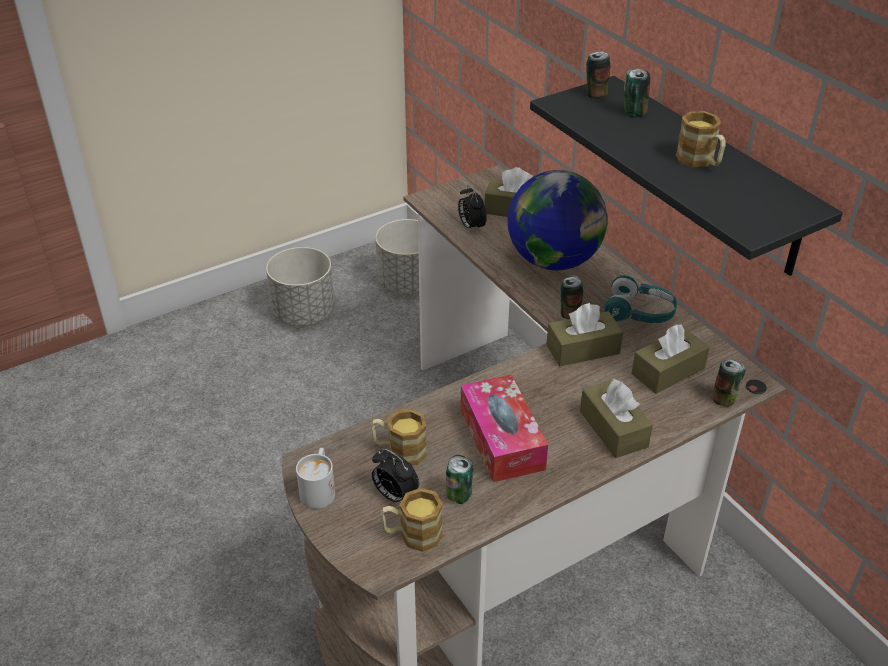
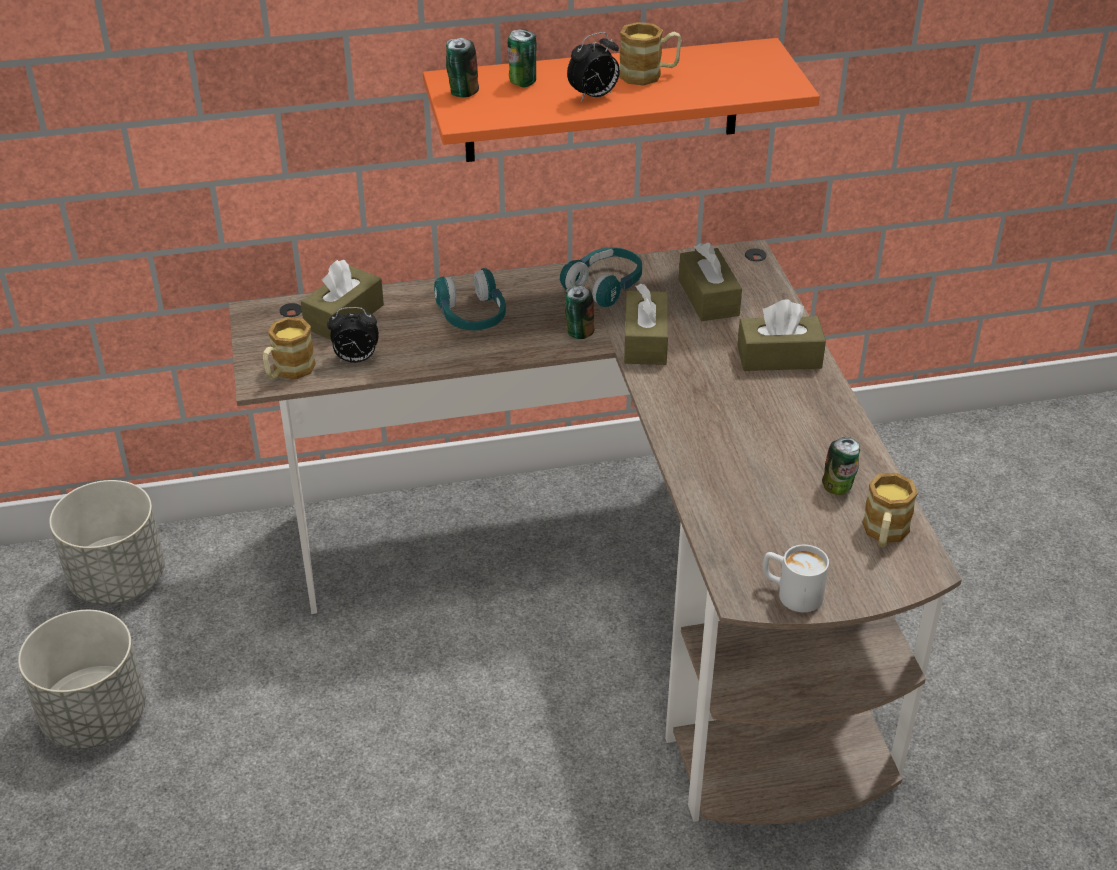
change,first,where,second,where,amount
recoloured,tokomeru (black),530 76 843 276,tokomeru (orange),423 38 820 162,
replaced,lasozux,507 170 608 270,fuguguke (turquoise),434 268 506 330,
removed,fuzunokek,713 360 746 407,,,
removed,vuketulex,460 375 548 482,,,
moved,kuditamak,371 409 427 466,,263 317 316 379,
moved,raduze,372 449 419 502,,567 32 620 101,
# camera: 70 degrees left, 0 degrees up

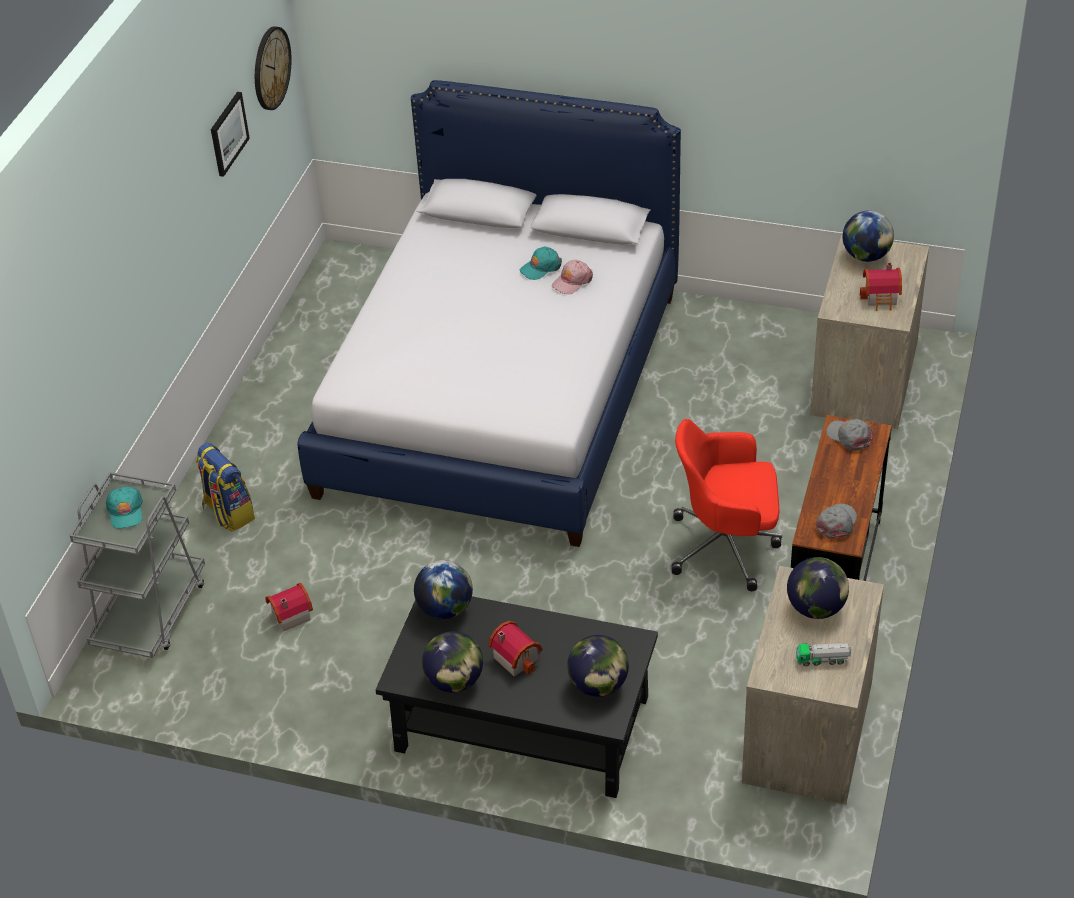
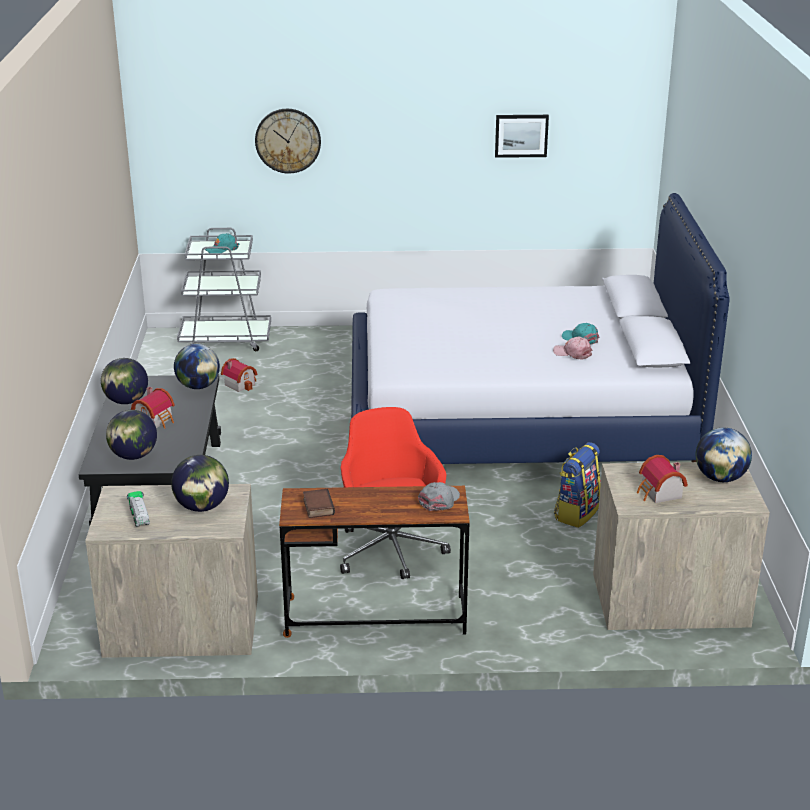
change,first,where,second,where,amount
moved,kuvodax,255 26 292 110,,255 109 321 174,
moved,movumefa,196 443 255 532,,554 442 601 528,
replaced,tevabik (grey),816 504 857 539,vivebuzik,303 489 335 518,
# camera: 70 degrees right, 15 degrees down

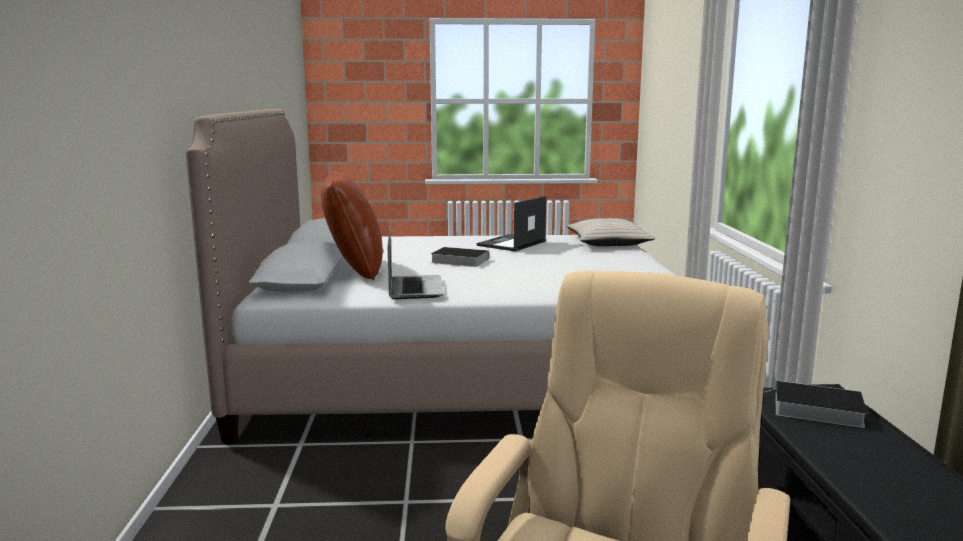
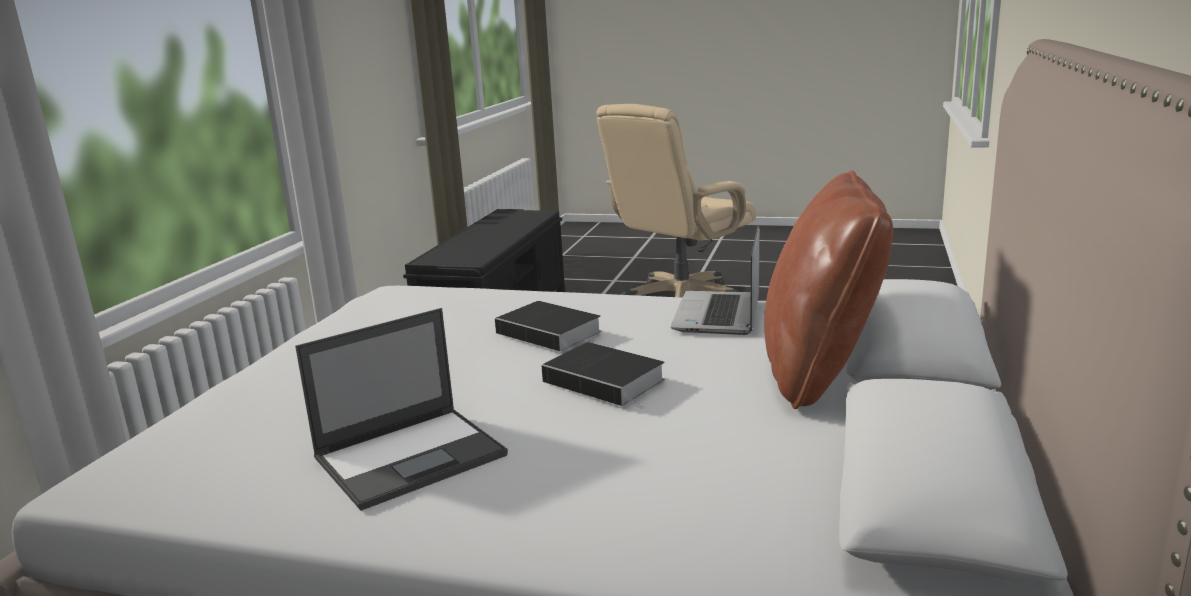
change,first,where,second,where,amount
removed,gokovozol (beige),567 218 655 246,,,
moved,vivebuzik,764 381 867 428,,495 301 602 351,
# camera: 160 degrees left, 5 degrees up

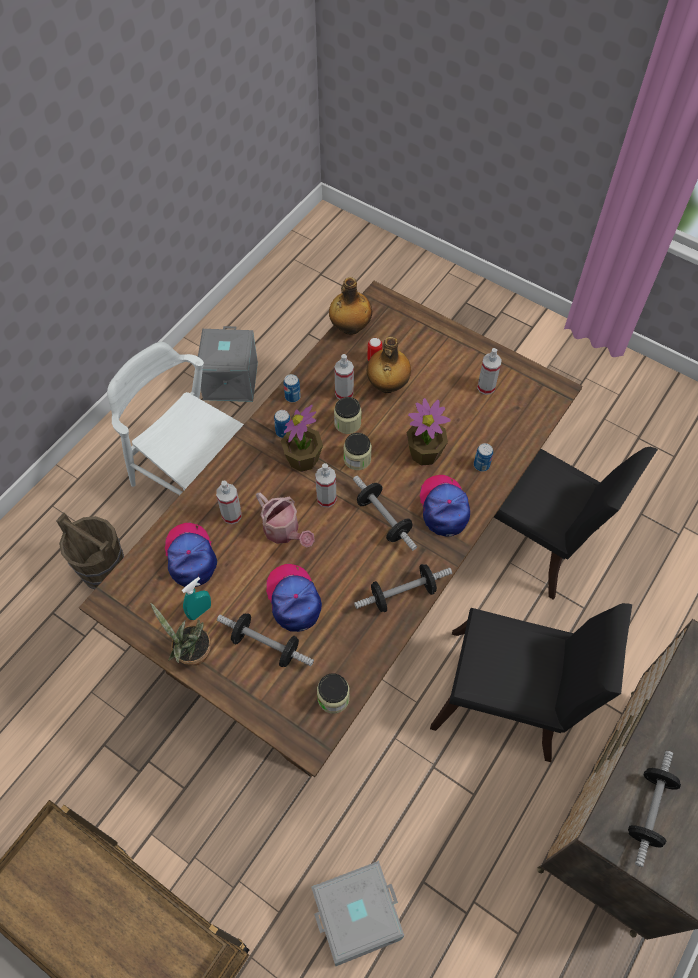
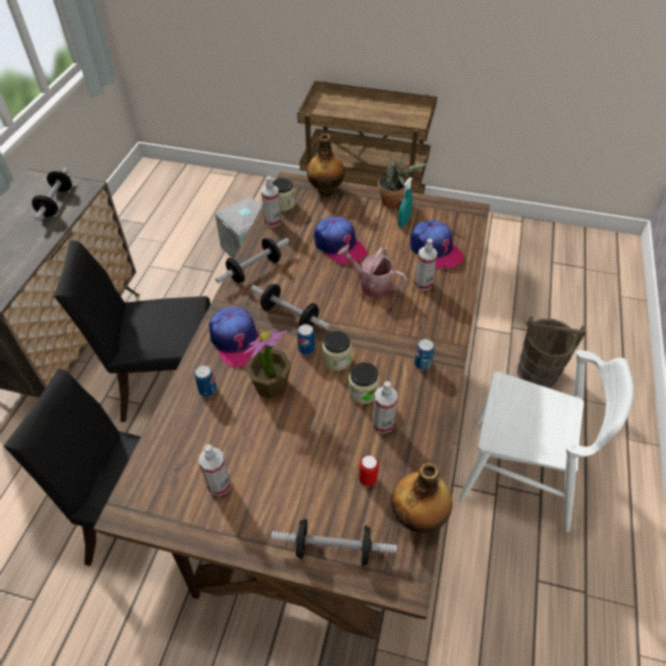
change,first,where,second,where,amount
removed,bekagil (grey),198 326 258 402,,,
moved,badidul,367 337 411 393,,307 134 345 196,
moved,fuzunokek,284 374 301 402,,297 324 315 355,
removed,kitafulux,281 405 323 472,,,
moved,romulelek,315 463 337 507,,261 176 281 227,
moved,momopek,217 614 314 667,,271 519 397 566,
# camera: 160 degrees right, 10 degrees down

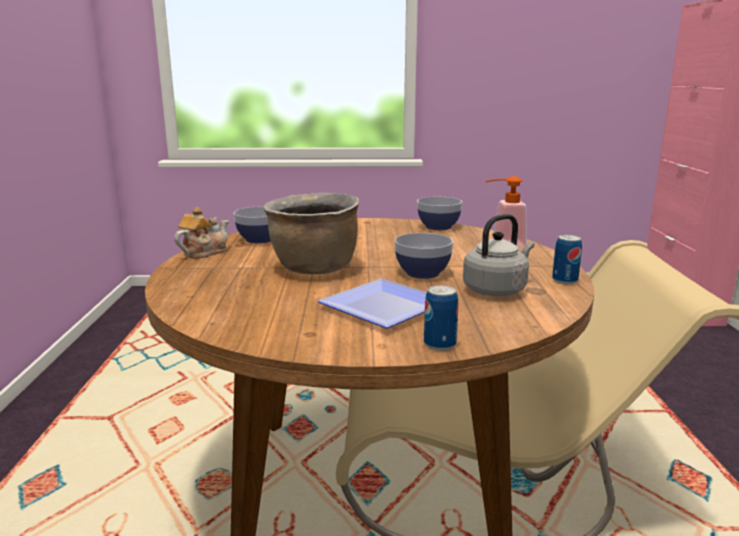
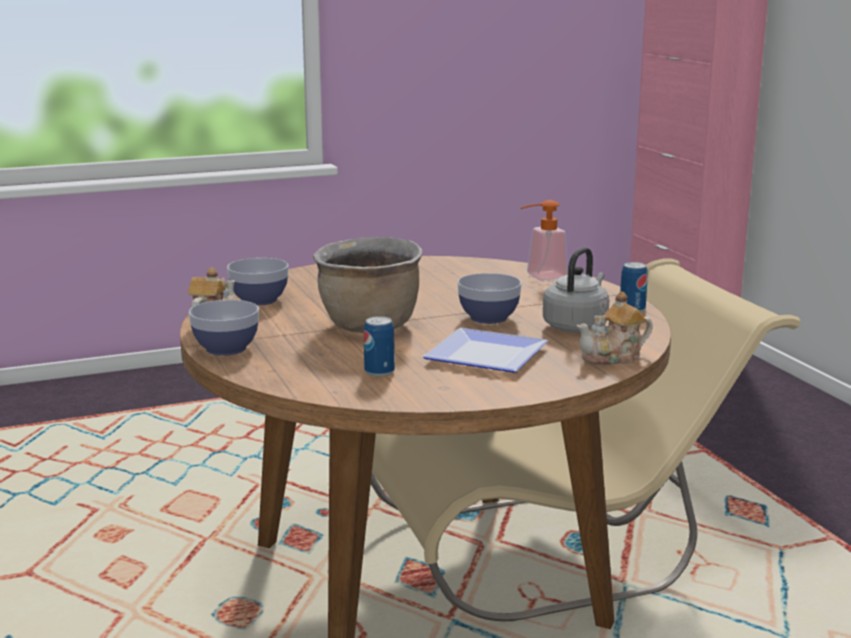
change,first,where,second,where,amount
moved,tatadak,417 197 462 230,,189 300 259 356,
moved,fuzunokek,424 285 458 351,,364 316 395 377,
added,,,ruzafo,577 291 653 365,
# camera: 20 degrees left, 0 degrees up

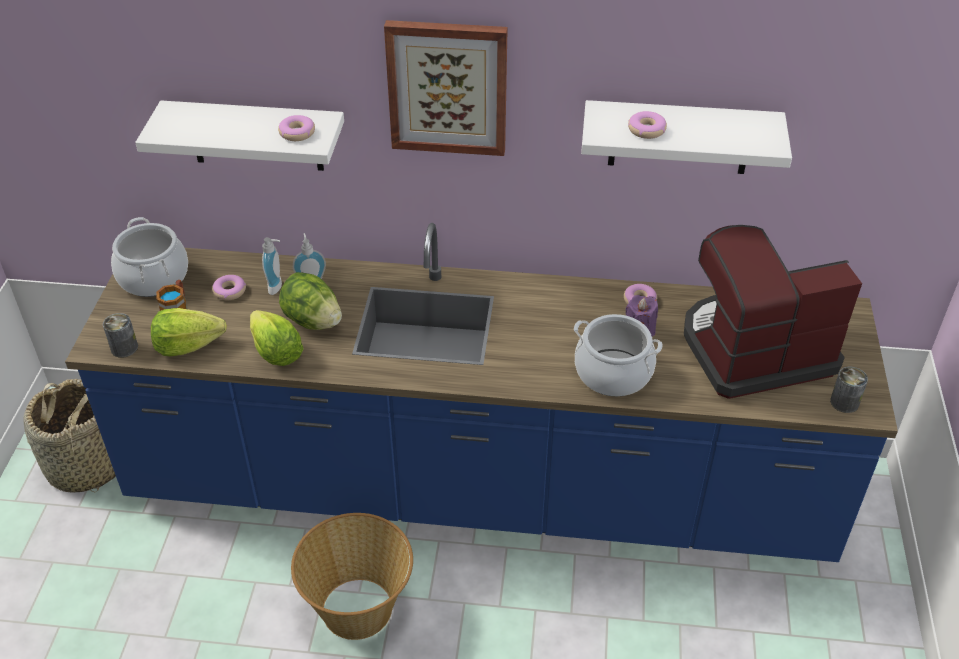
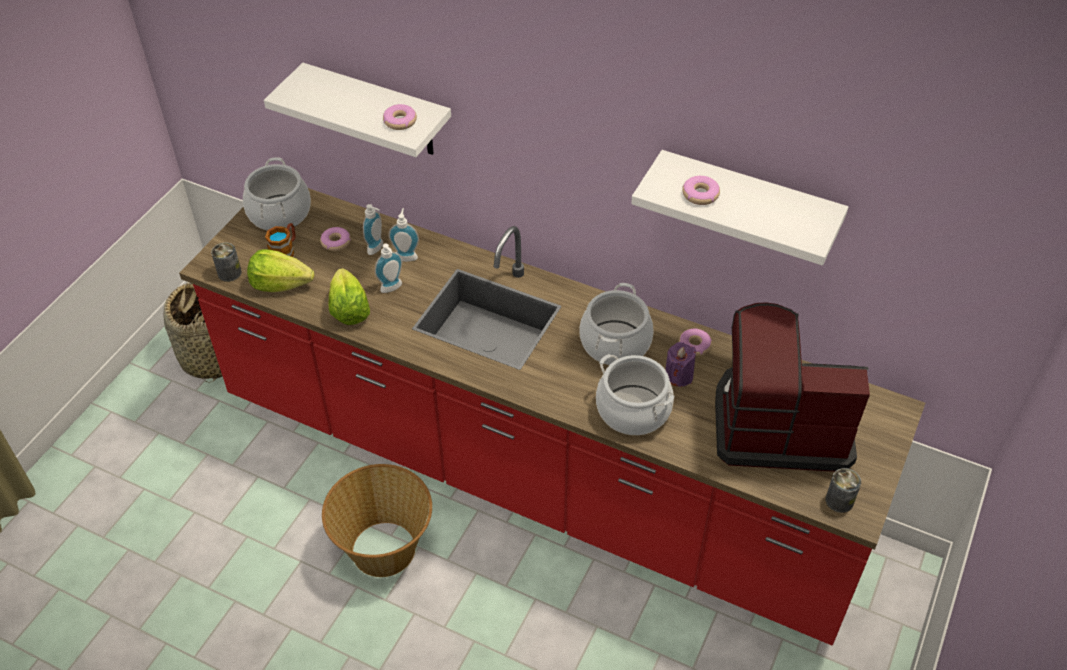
change,first,where,second,where,amount
removed,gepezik,384 20 508 156,,,
recoloured,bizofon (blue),65 223 898 562,bizofon (red),179 188 925 645,
replaced,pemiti,279 272 342 330,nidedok,375 244 402 293,
added,,,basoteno,579 283 654 365,
# camera: 20 degrees right, 5 degrees up

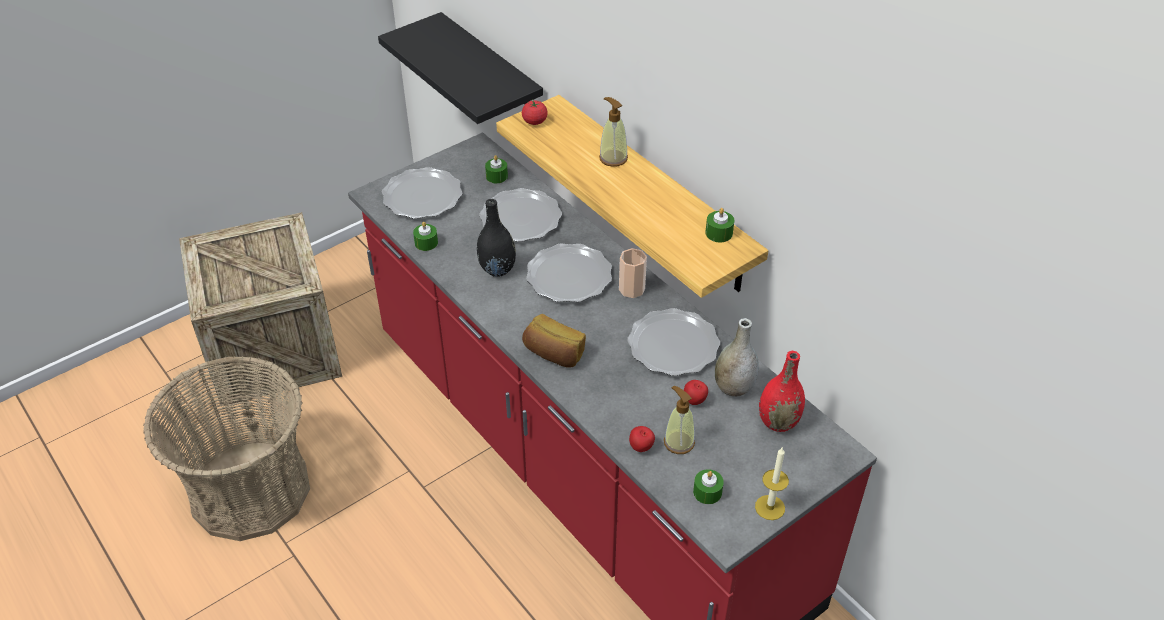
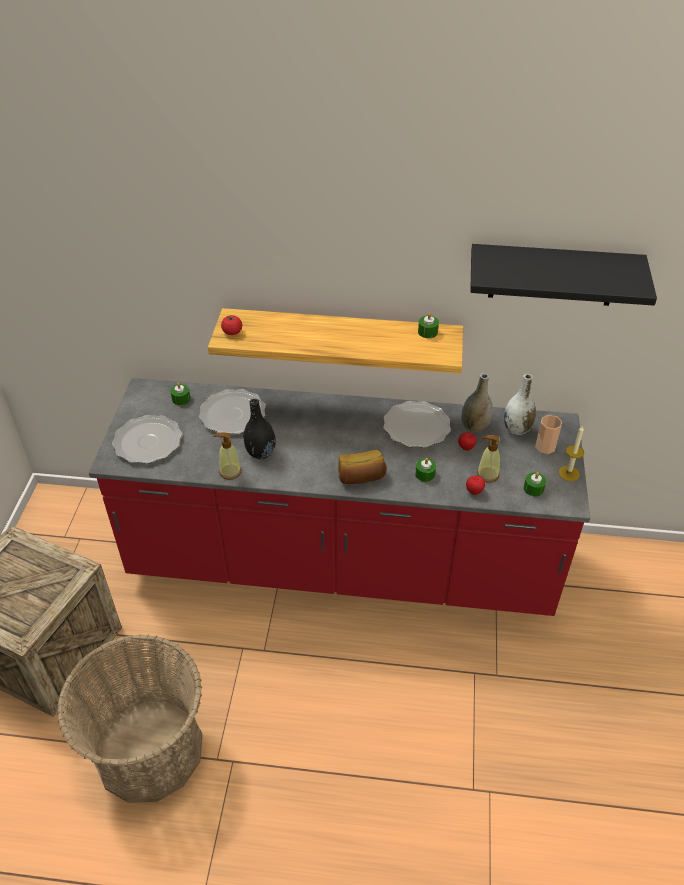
change,first,where,second,where,amount
moved,tokomeru (black),378 12 543 124,,470 244 657 306,
moved,nidedok,599 97 628 167,,213 433 241 480,
moved,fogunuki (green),413 222 438 251,,415 458 436 482,
removed,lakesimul,526 244 612 302,,,
moved,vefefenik,619 248 647 298,,535 415 562 454,
recoloured,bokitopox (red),759 351 805 432,bokitopox (white),504 374 536 435,
# camera: 45 degrees left, 0 degrees up

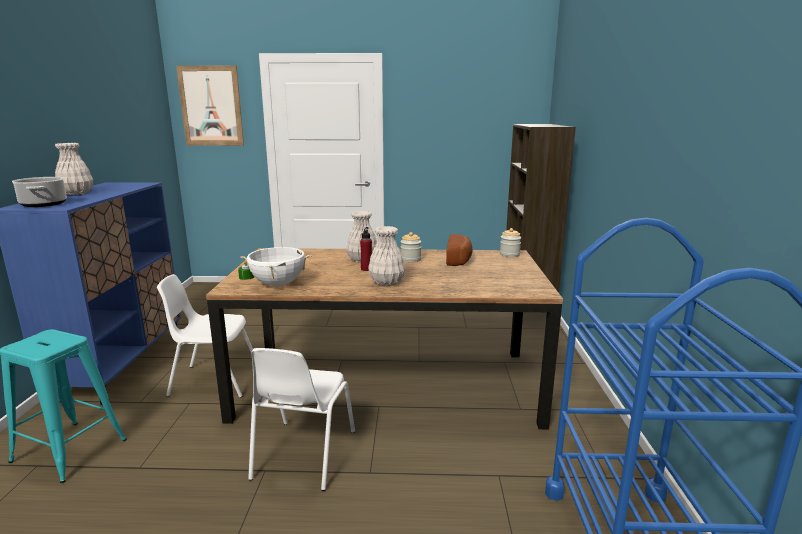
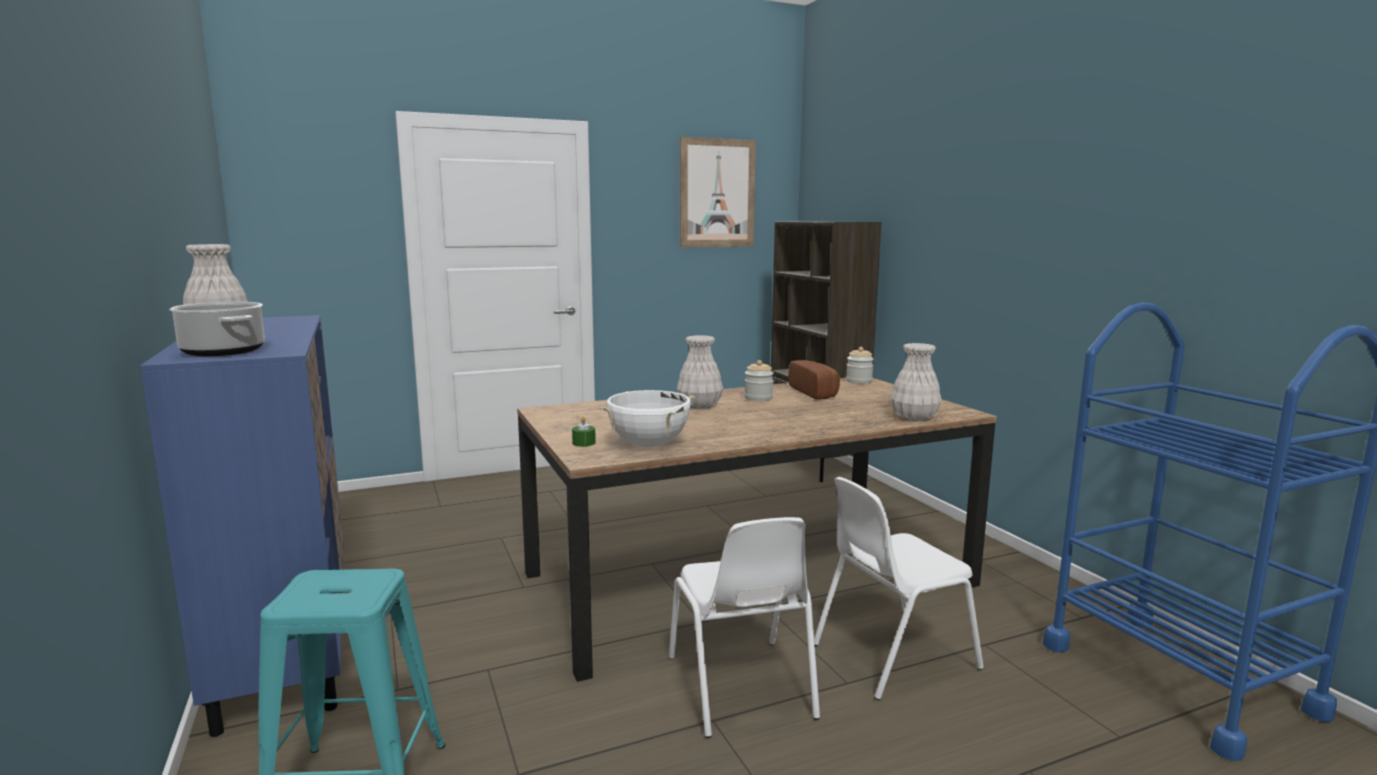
change,first,where,second,where,amount
moved,gepezik,176 66 244 146,,680 137 756 247,
moved,bokitopox (white),368 226 405 285,,891 343 942 421,
removed,badidul (red),360 227 372 271,,,
moved,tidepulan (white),157 274 253 398,,814 477 984 700,
# camera: 25 degrees left, 5 degrees down

